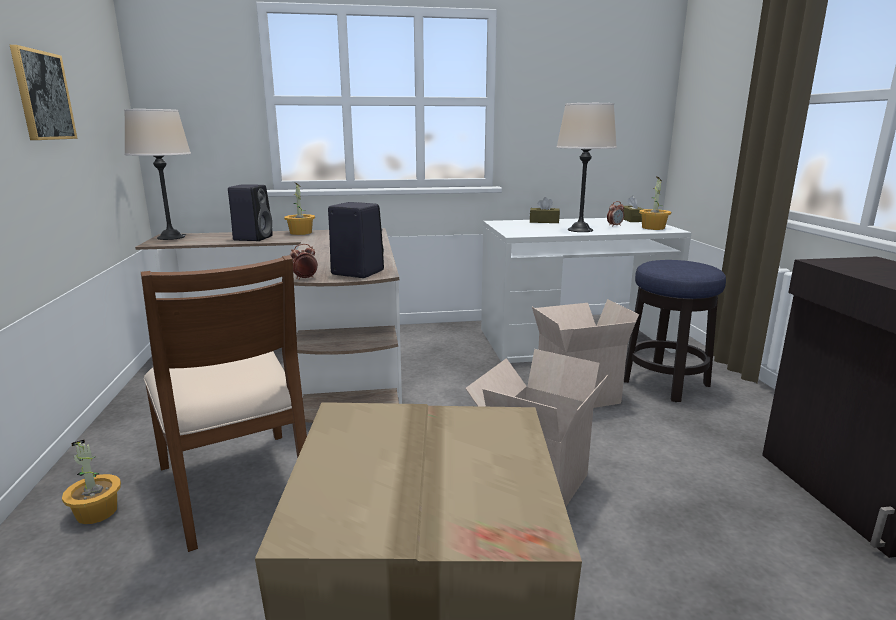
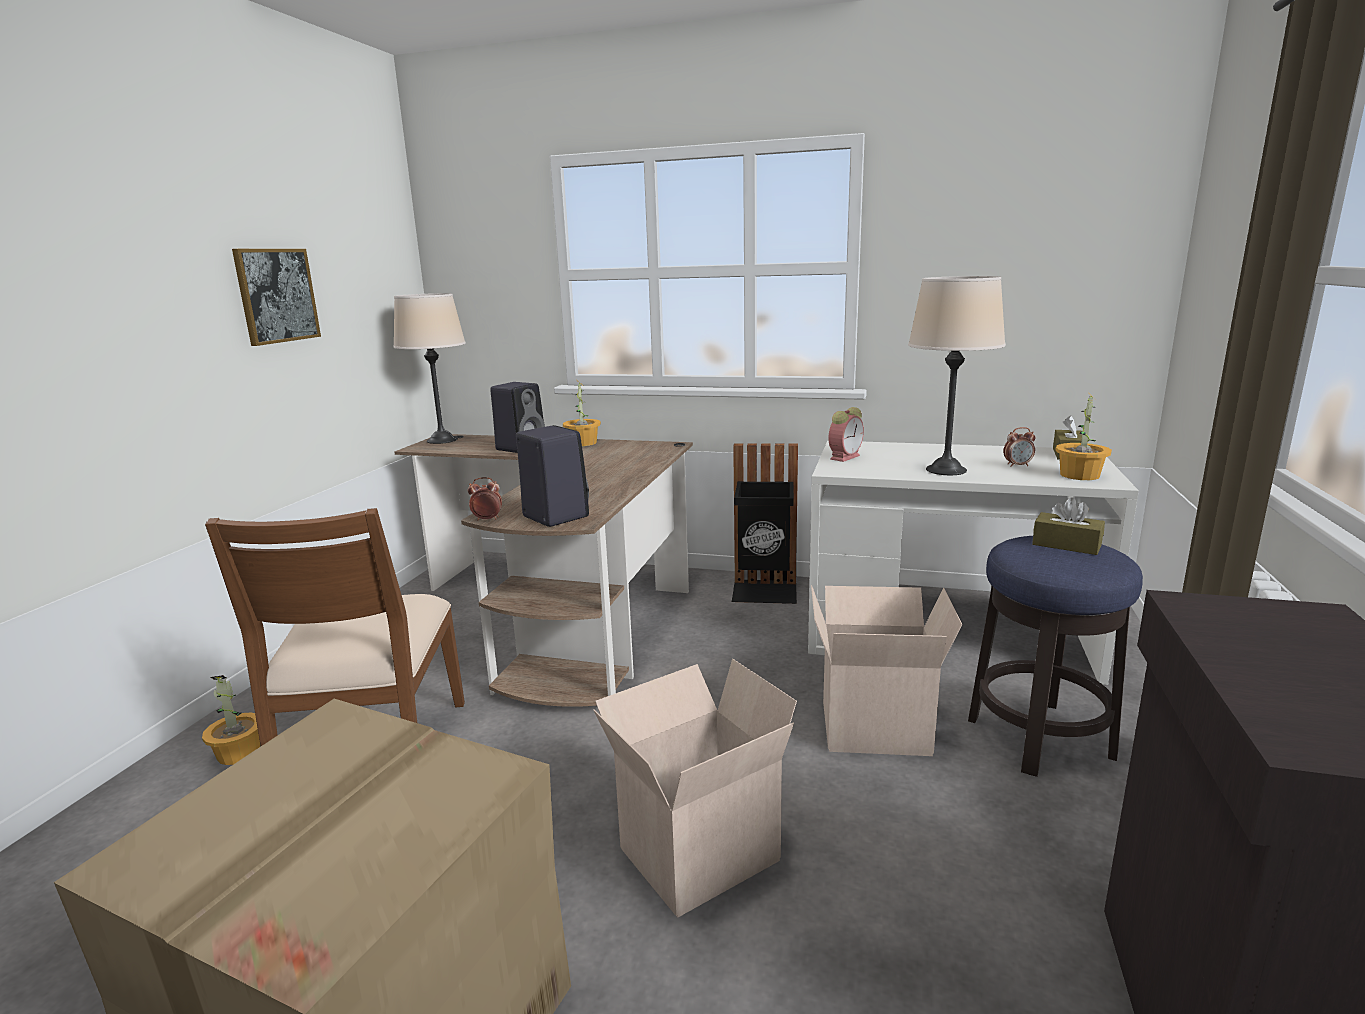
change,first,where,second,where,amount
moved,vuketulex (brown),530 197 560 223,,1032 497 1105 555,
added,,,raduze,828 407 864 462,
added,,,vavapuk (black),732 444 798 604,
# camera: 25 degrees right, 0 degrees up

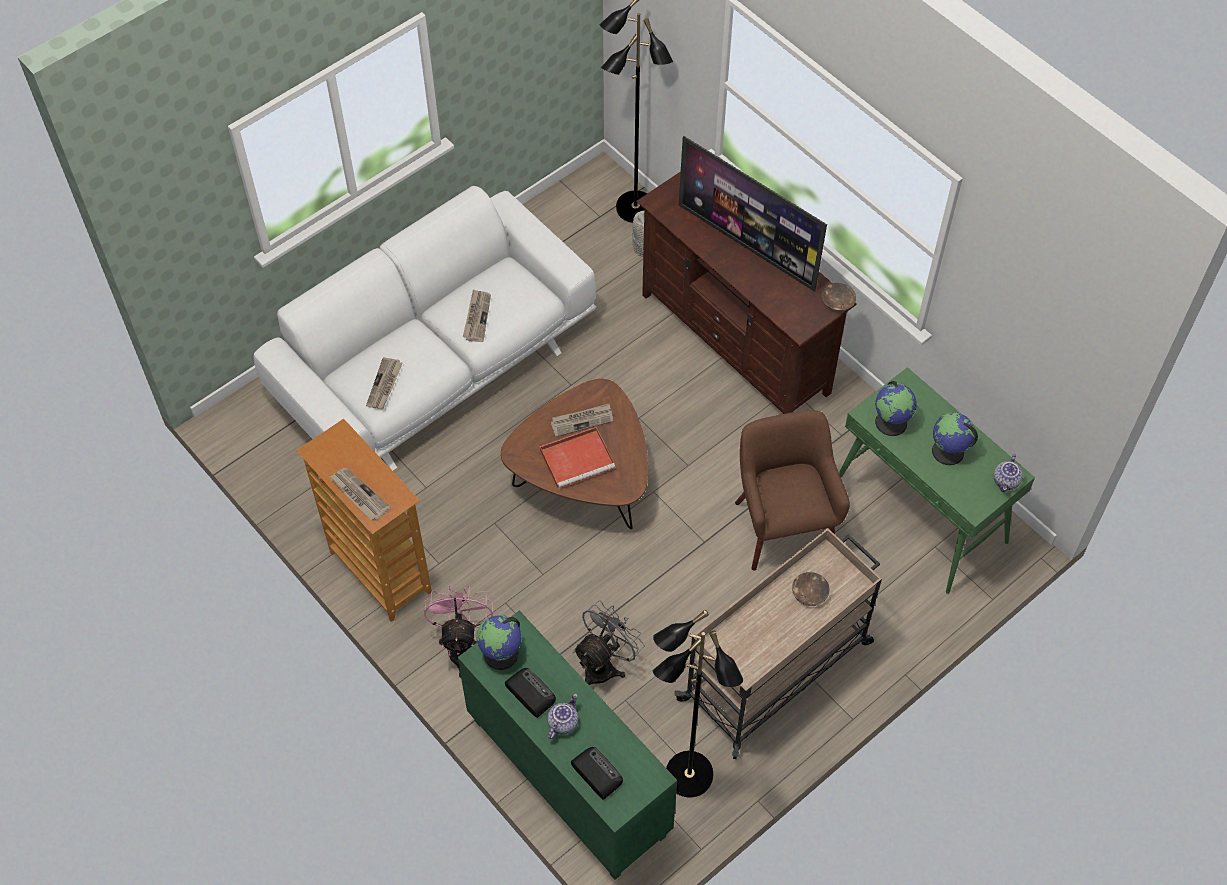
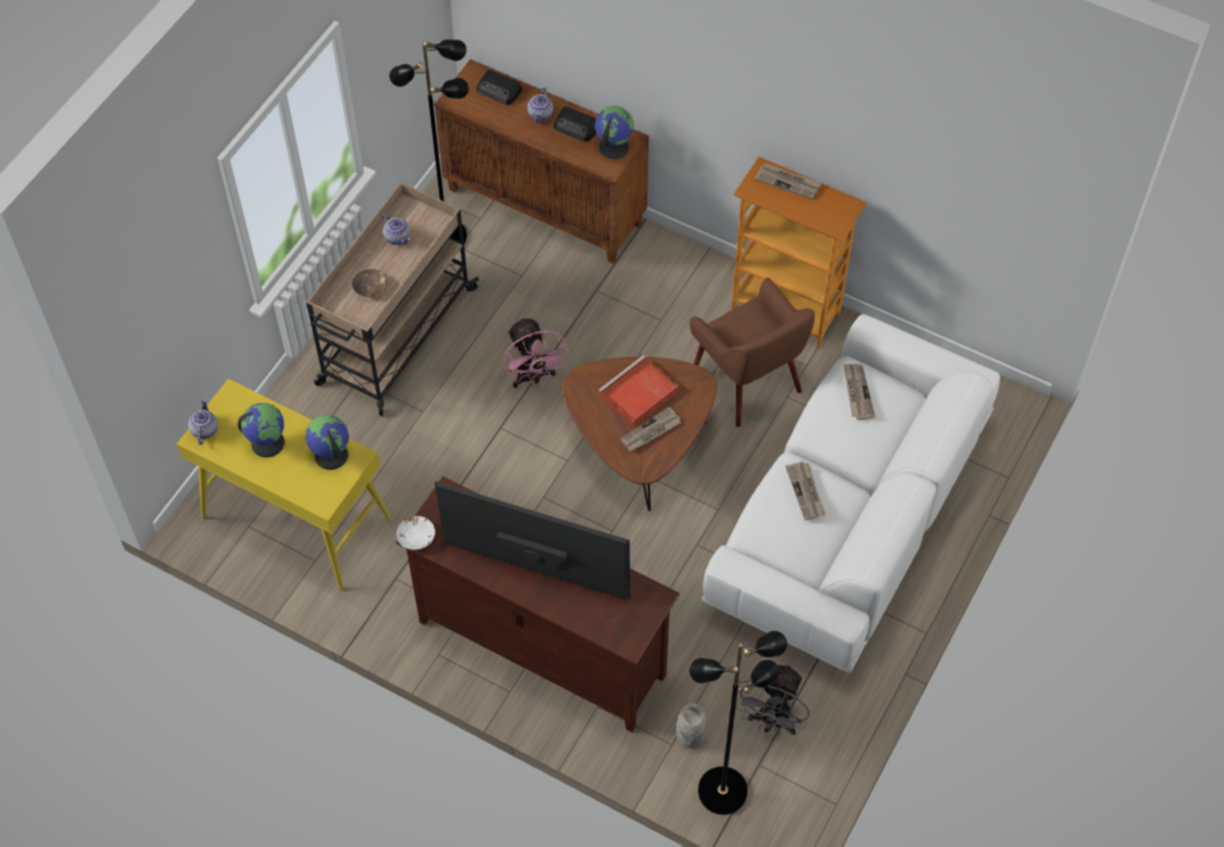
change,first,where,second,where,amount
recoloured,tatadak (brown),822 283 856 311,tatadak (white),396 516 435 550,
recoloured,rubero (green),839 367 1035 594,rubero (yellow),177 379 392 590,
moved,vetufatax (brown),735 410 850 571,,690 277 815 427,
moved,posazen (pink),424 585 493 678,,503 317 569 388,
moved,posazen (grey),573 601 644 685,,736 663 810 736,
recoloured,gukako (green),458 610 677 880,gukako (brown),435 59 649 263,
added,,,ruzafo,382 213 410 245,
# camera: 160 degrees right, 0 degrees up

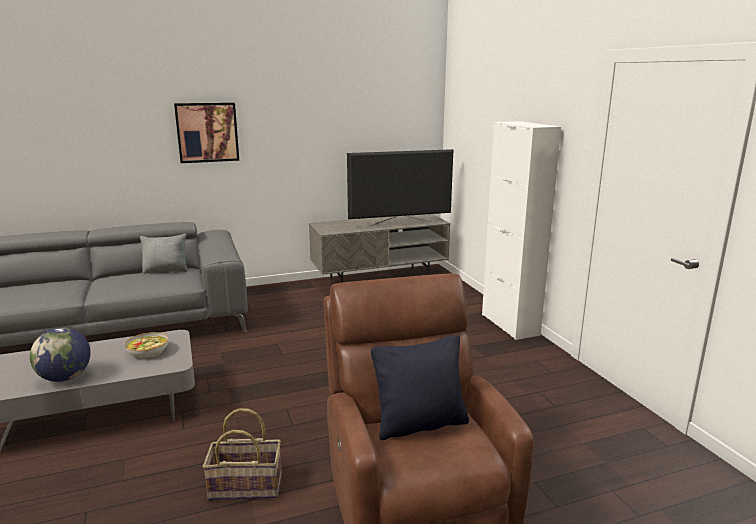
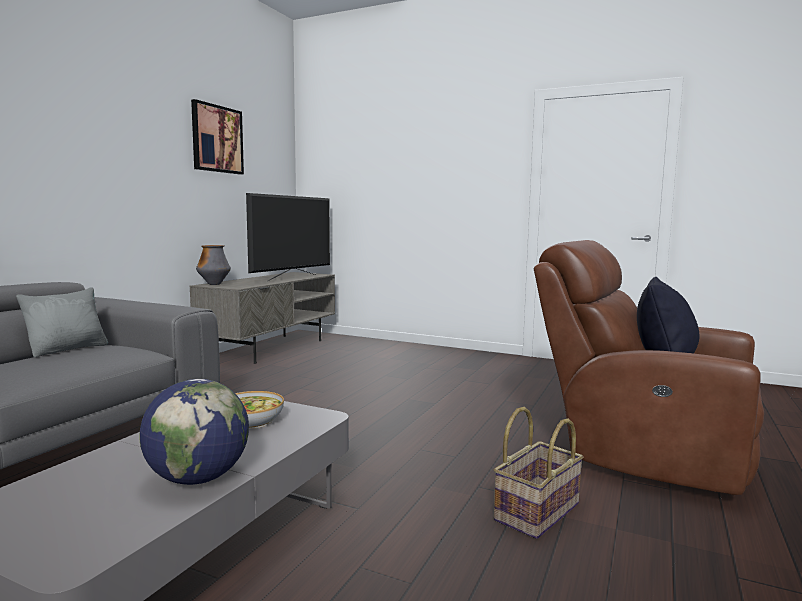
change,first,where,second,where,amount
moved,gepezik,174 102 239 163,,191 99 244 175,
removed,gukako (white),482 121 561 340,,,
added,,,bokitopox,196 245 231 285,
# camera: 45 degrees left, 10 degrees down

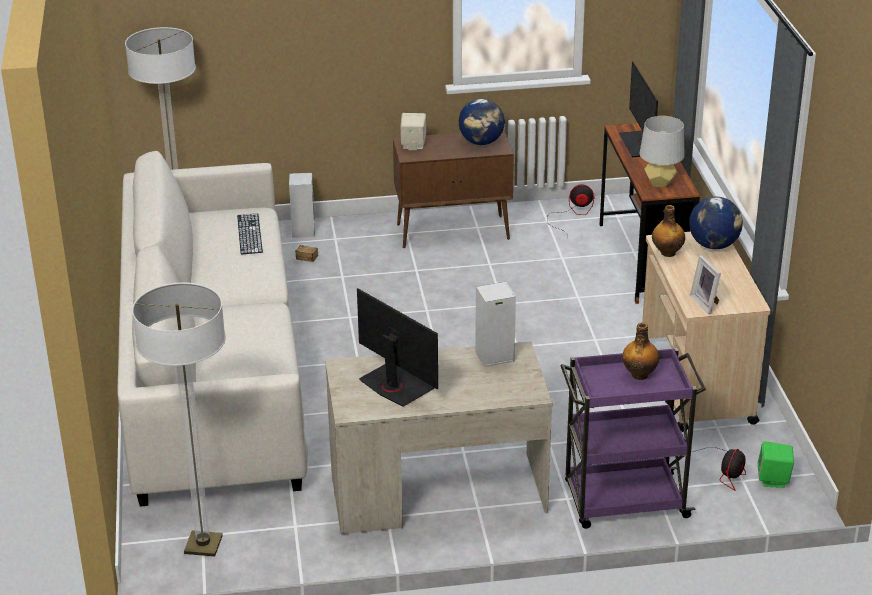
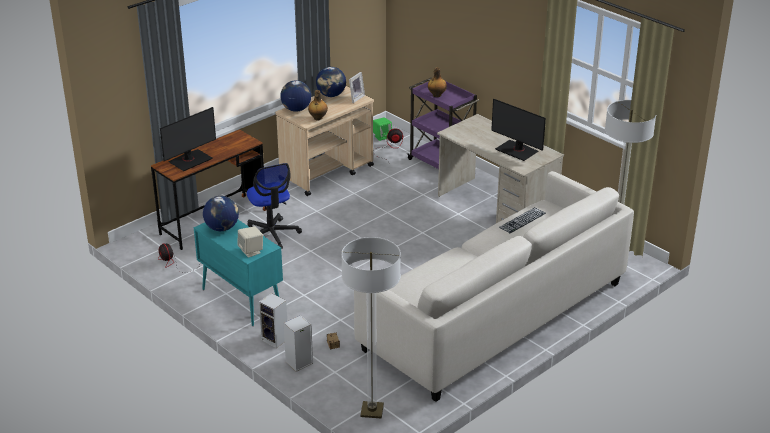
change,first,where,second,where,amount
removed,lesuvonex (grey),640 116 685 188,,,
recoloured,gukako (brown),393 129 514 248,gukako (turquoise),194 220 283 326,
moved,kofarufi,237 213 263 254,,499 207 546 233,
moved,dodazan,475 282 516 367,,259 293 287 348,
turned,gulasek,357 288 438 407,,491 99 546 161,60 degrees counterclockwise
added,,,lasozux,316 67 346 97,
added,,,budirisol,247 163 302 249,
# camera: 125 degrees left, 0 degrees up

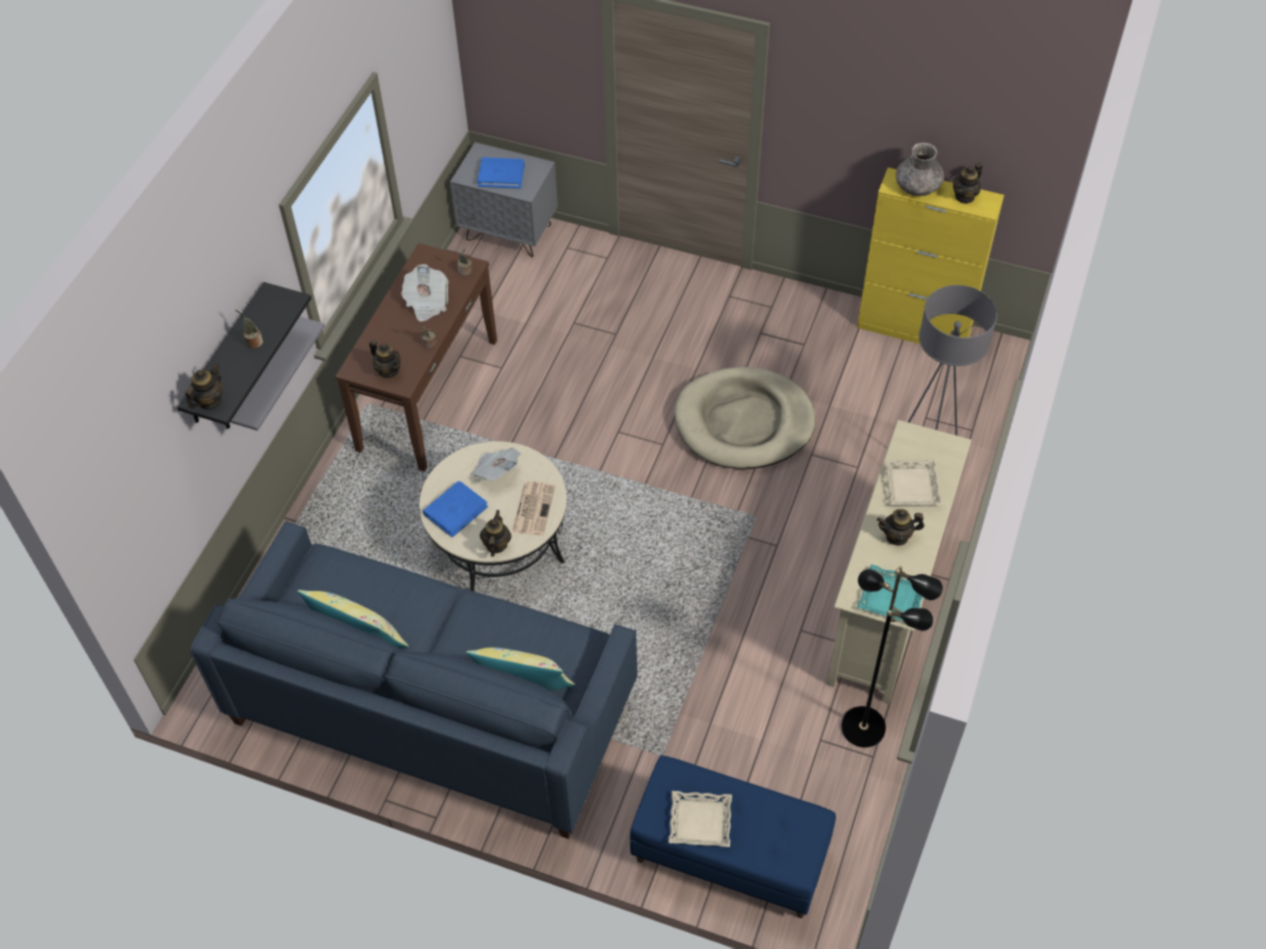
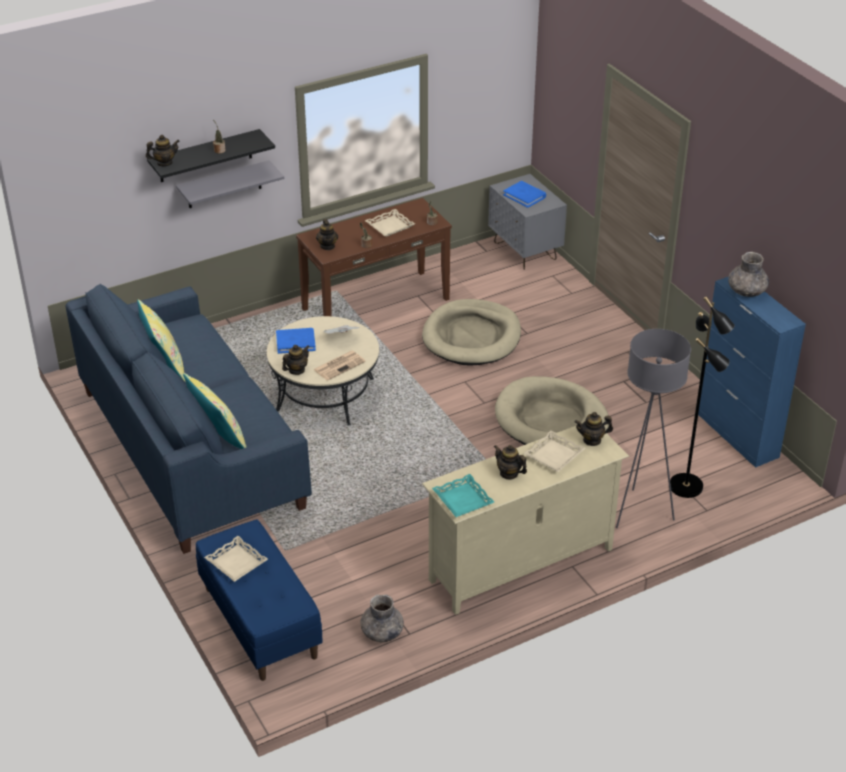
change,first,where,second,where,amount
moved,ruzafo,953 163 983 204,,575 412 613 446,
recoloured,gukako (yellow),857 167 1004 344,gukako (blue),698 276 806 468,
replaced,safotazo,401 264 448 322,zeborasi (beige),365 209 415 237,
moved,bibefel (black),841 566 943 747,,670 296 735 498,
added,,,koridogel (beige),422 299 521 366,
added,,,bokitopox (grey),360 595 404 642,
# camera: 40 degrees right, 15 degrees down

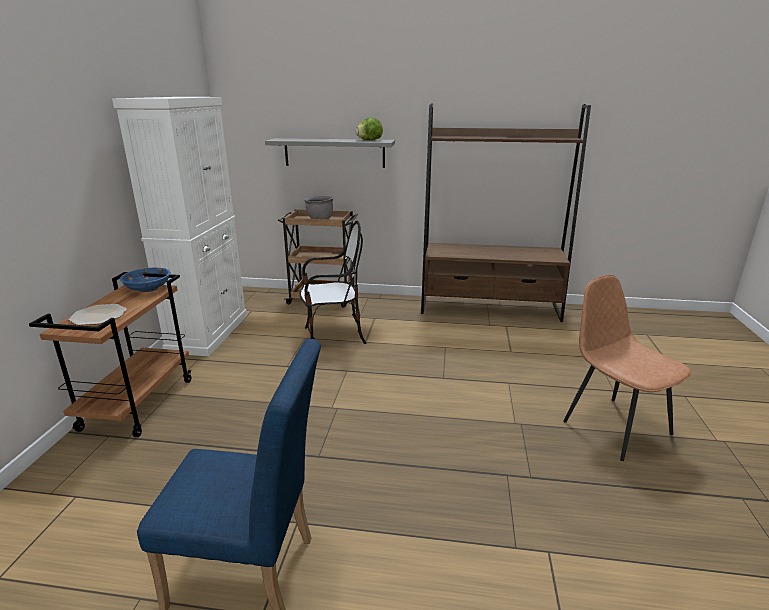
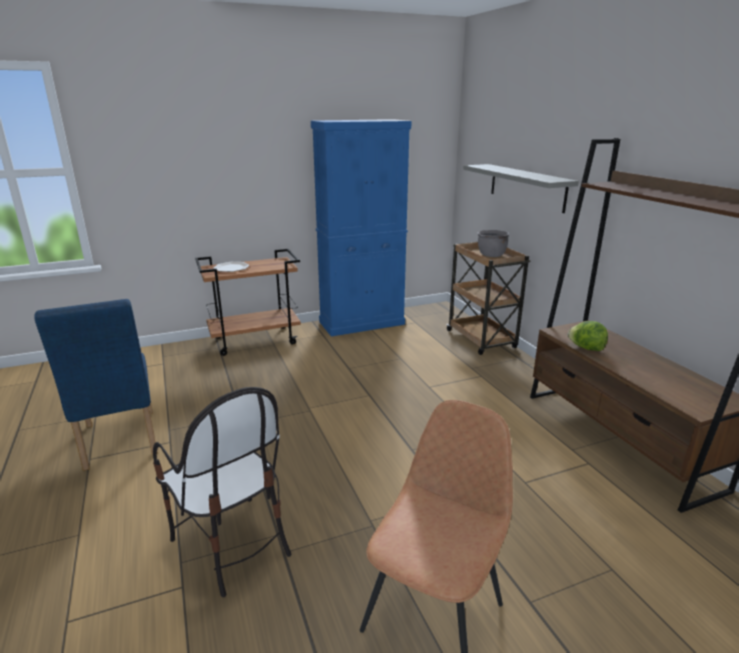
change,first,where,second,where,amount
recoloured,gukako (white),112 97 247 356,gukako (blue),311 119 411 337,
moved,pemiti,355 117 383 140,,568 321 608 351,
moved,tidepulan,300 220 366 344,,153 387 291 597,
removed,tatadak (blue),120 268 171 292,,,
# camera: 60 degrees right, 0 degrees up

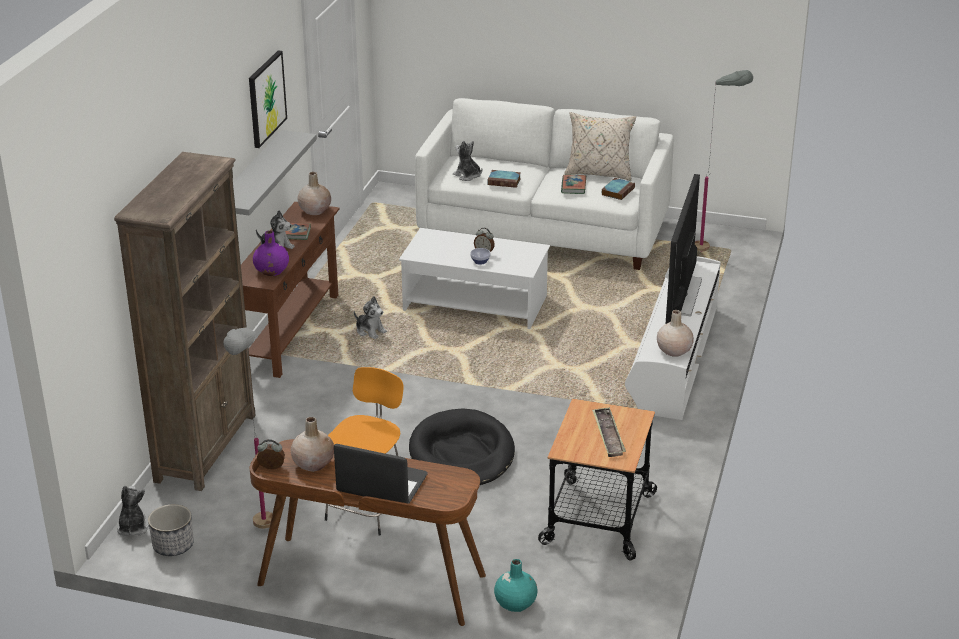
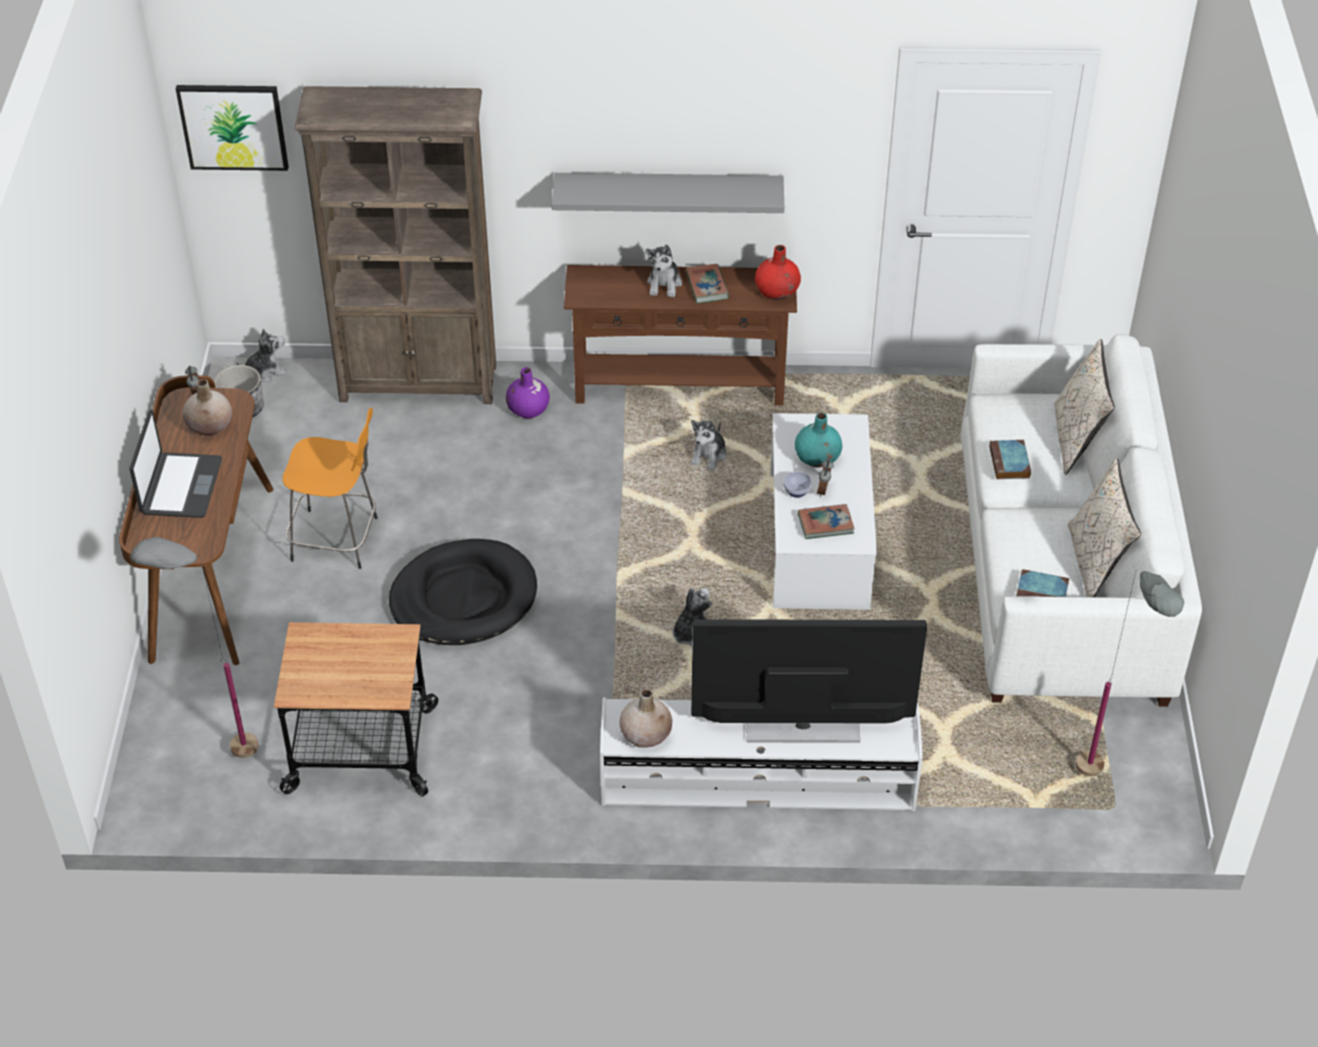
change,first,where,second,where,amount
moved,gepezik,249 51 287 148,,176 85 289 171,
moved,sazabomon,453 141 482 181,,672 588 712 646,
recoloured,bokitopox (beige),298 172 331 215,bokitopox (red),755 245 801 300,
moved,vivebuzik,561 174 586 194,,798 504 855 539,
moved,bokitopox (purple),253 230 289 276,,506 367 550 419,
moved,bibefel (grey),223 324 273 529,,130 537 258 758,
removed,zeborasi,592 407 626 457,,,
moved,bokitopox (turquoise),494 559 538 612,,795 413 842 467,
added,,,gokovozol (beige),1054 339 1115 475,
# camera: 75 degrees right, 15 degrees up

